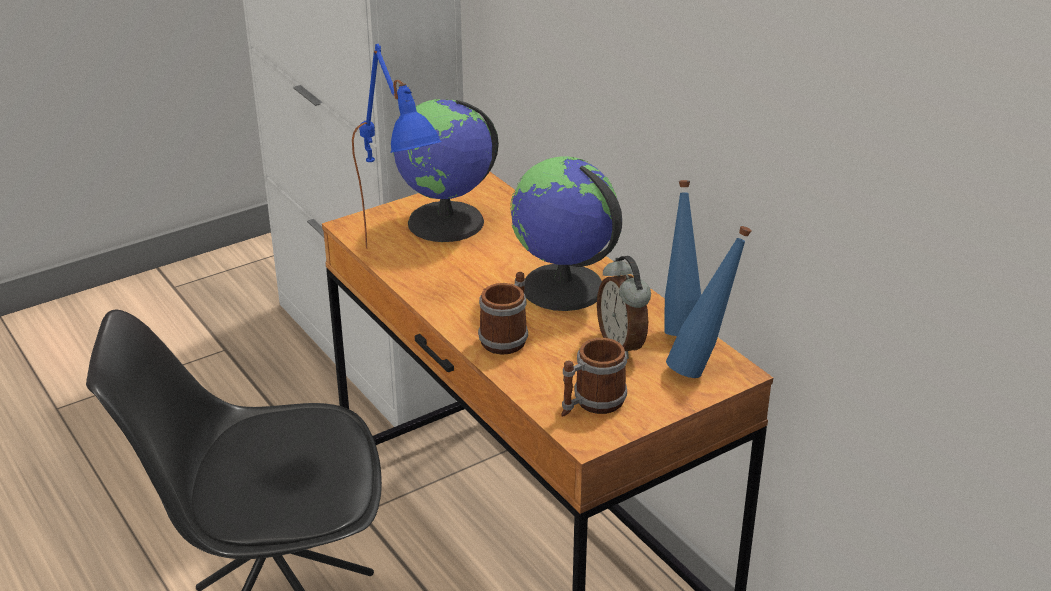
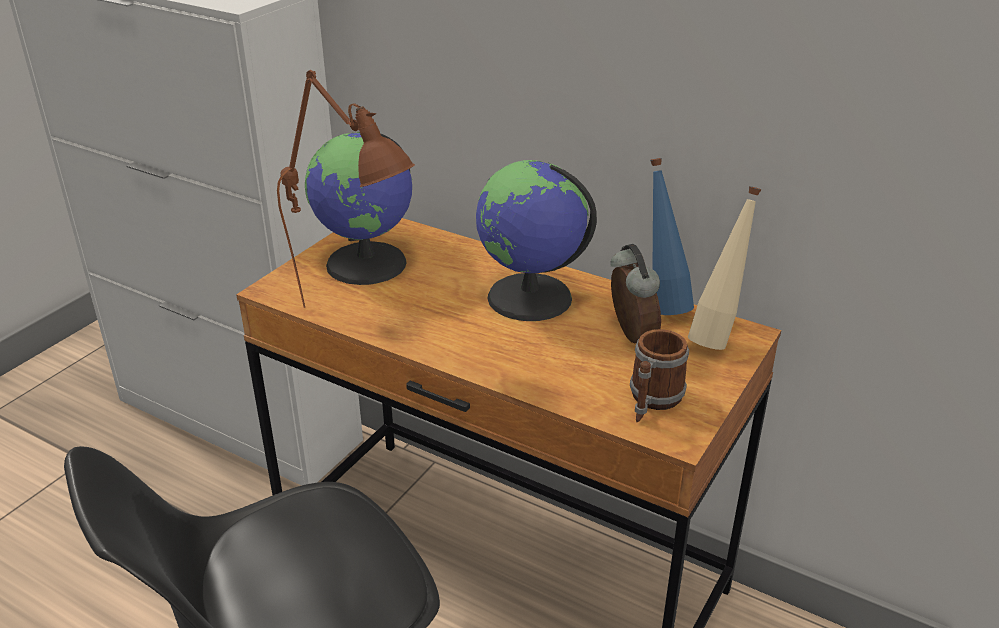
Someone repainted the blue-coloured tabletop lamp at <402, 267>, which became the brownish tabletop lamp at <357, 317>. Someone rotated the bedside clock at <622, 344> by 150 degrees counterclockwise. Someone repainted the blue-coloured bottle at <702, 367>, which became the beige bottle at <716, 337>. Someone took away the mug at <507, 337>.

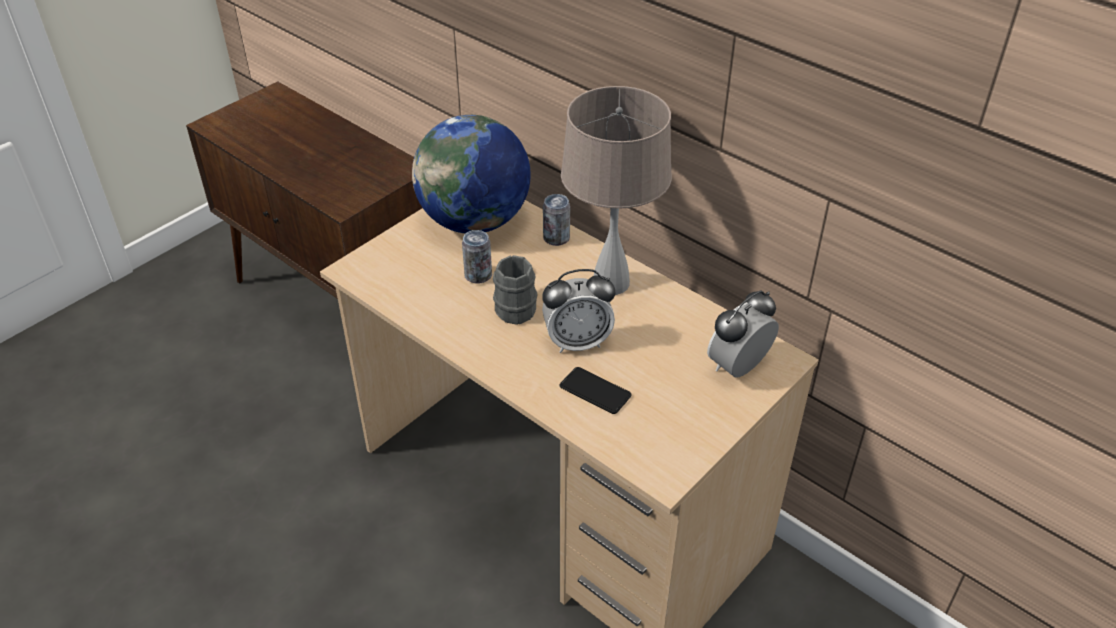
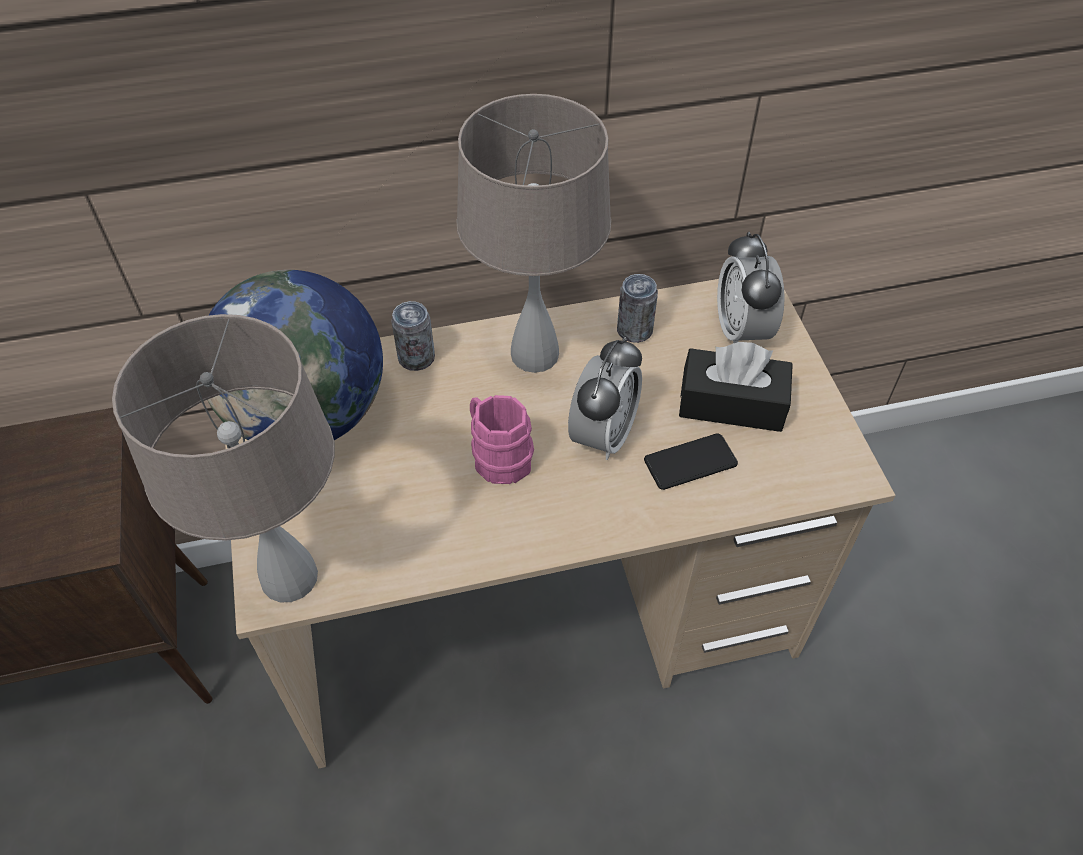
Someone put down the beige tabletop lamp at <289, 578>. Someone repainted the gray mug at <517, 305>, which became the pinkish mug at <497, 456>. Someone carried the can from <478, 275> to <634, 330>. Someone put down the blackish box of tissues at <731, 404>.

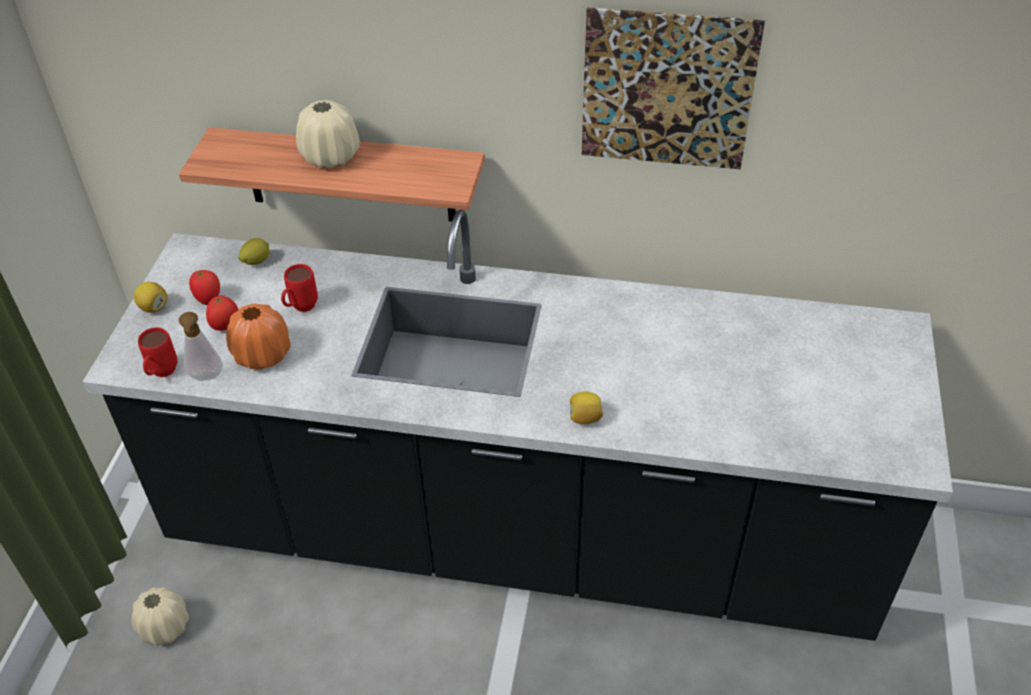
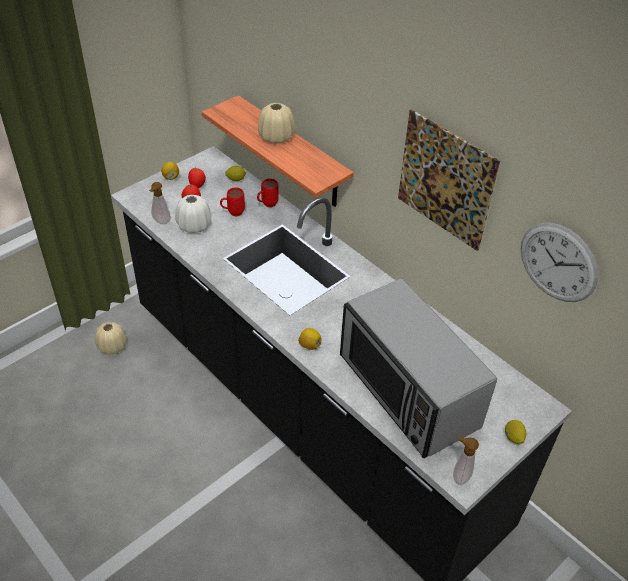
Someone repainted the orangey flower vase at <262, 355>, which became the white-coloured flower vase at <194, 225>. Someone carried the reddish mug from <161, 374> to <267, 205>. Someone put down the microwave at <407, 391>. Someone put down the liquid soap bottle at <459, 476>. Someone put down the whole lemon at <513, 438>. Someone put up the hanging clock at <558, 262>.

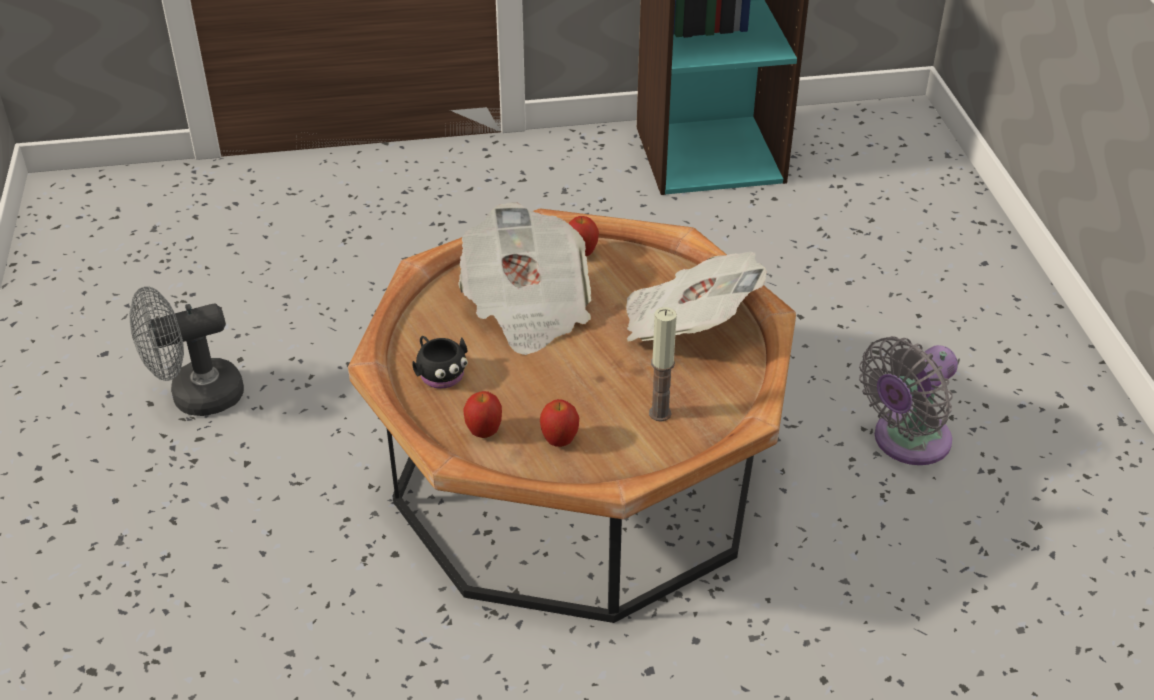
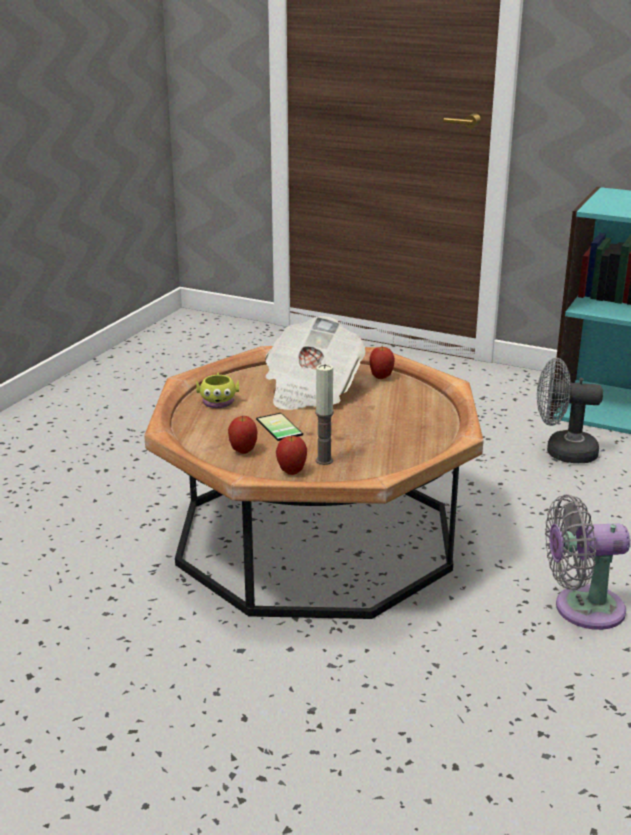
Someone repainted the blackish mug at <439, 373>, which became the yellow-coloured mug at <218, 401>. Someone put down the phone at <276, 427>. Someone carried the apple from <484, 432> to <291, 472>. Someone carried the gray cooling fan from <195, 397> to <562, 452>. Someone took away the daily paper at <687, 325>.

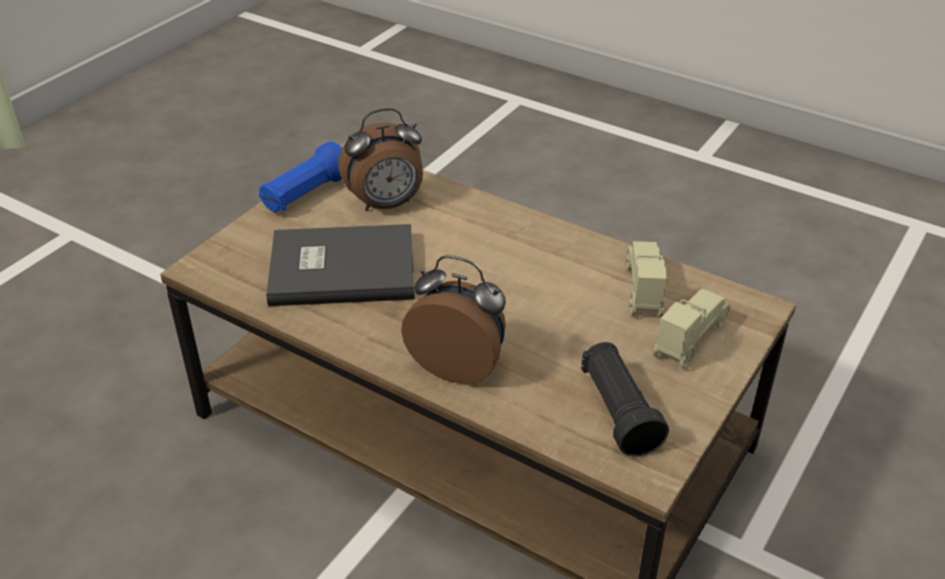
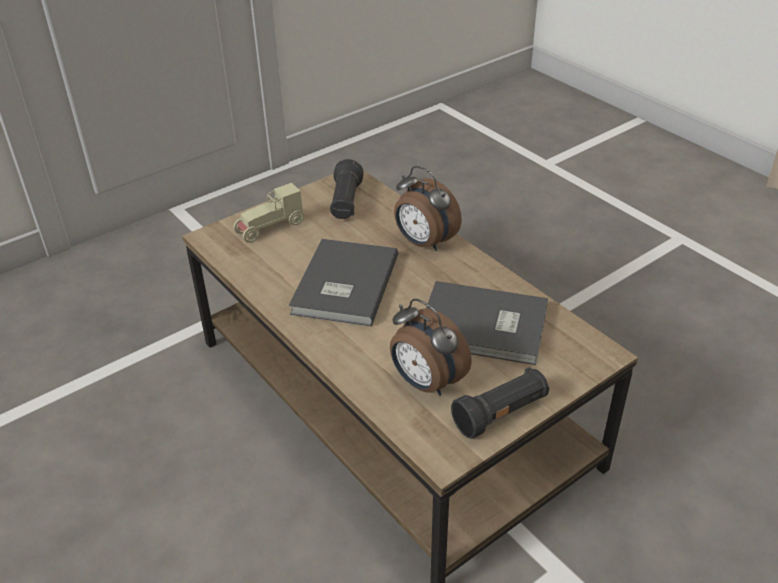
Someone put down the gray book at <342, 285>. Someone rotated the bedside clock at <386, 205> by 135 degrees counterclockwise. Someone repainted the blue-coloured flashlight at <305, 195>, which became the blackish flashlight at <501, 414>. Someone took away the beige miniature car at <642, 289>.

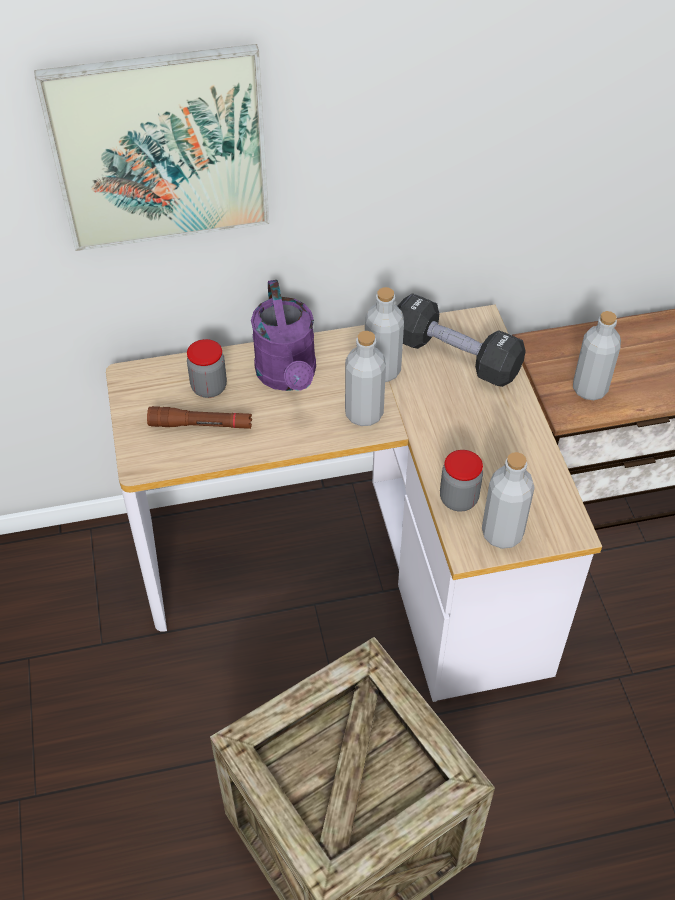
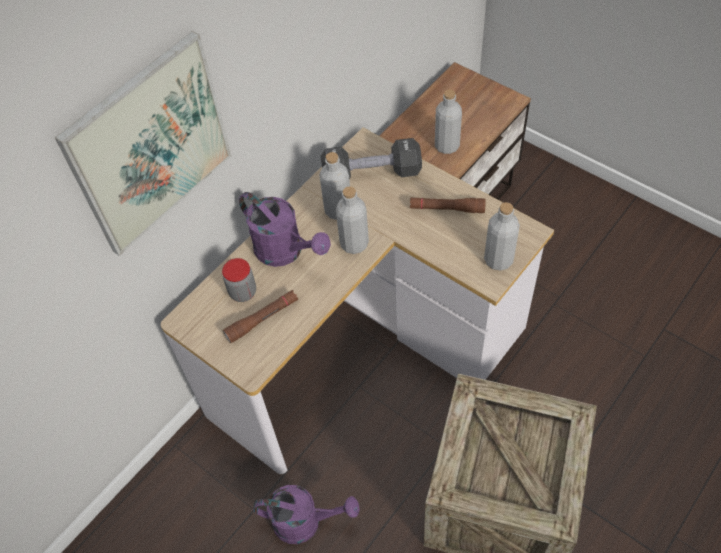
Someone put down the purple sprinkling can at <305, 522>. Someone put down the brownish flashlight at <447, 209>. Someone took away the jar at <458, 499>.

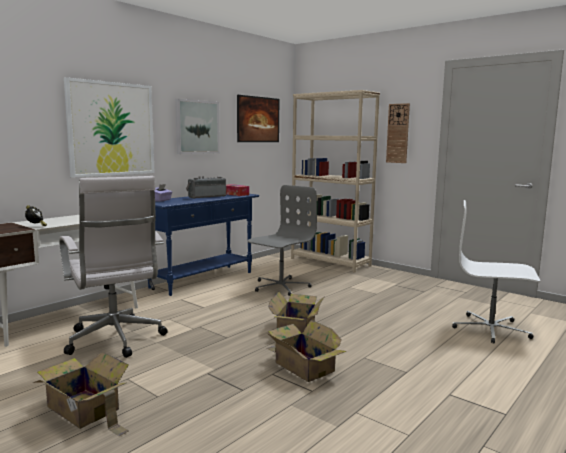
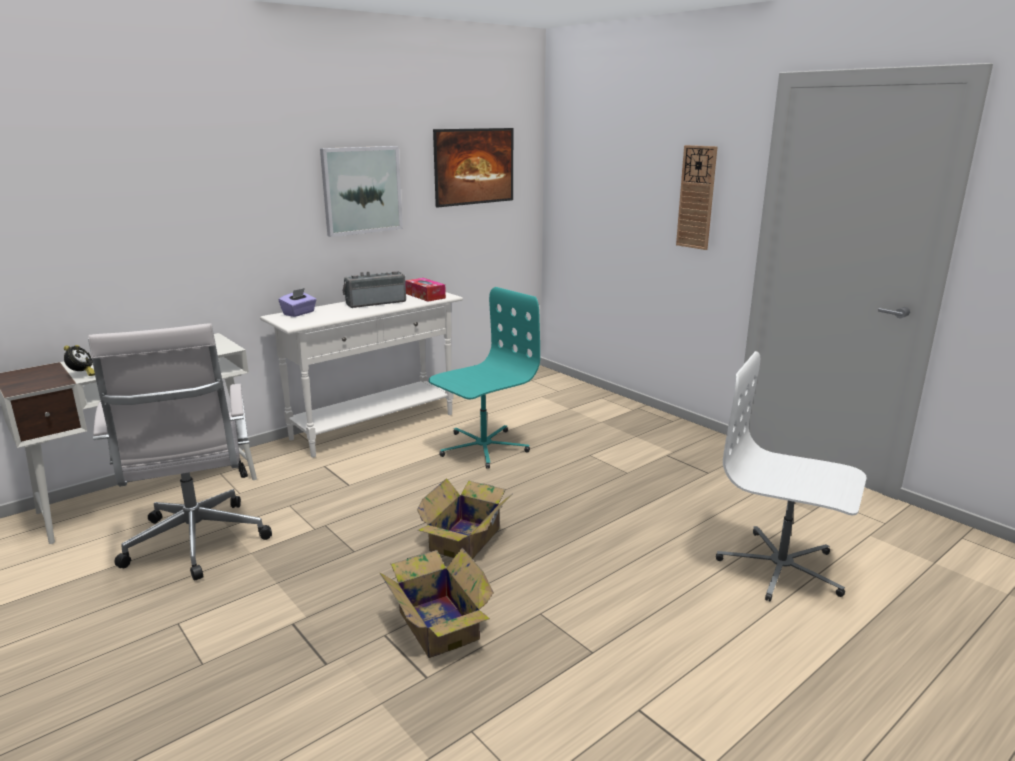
Someone repainted the blue-coloured console table at <203, 280>, which became the white-coloured console table at <374, 426>. Someone repainted the gray computer chair at <280, 286>, which became the turquoise-coloured computer chair at <483, 448>. Someone took away the packing box at <84, 410>. Someone took away the picture at <111, 129>. Someone took away the beige bookshelf at <330, 262>.

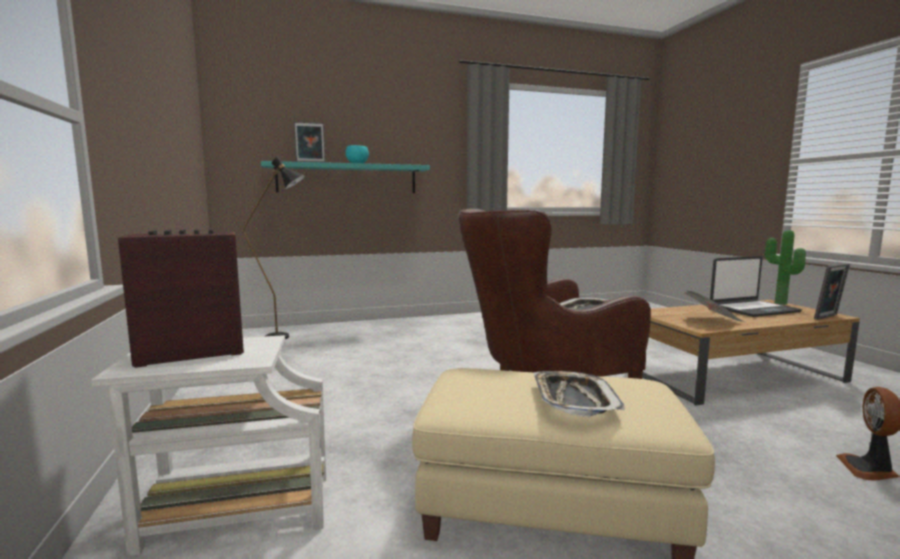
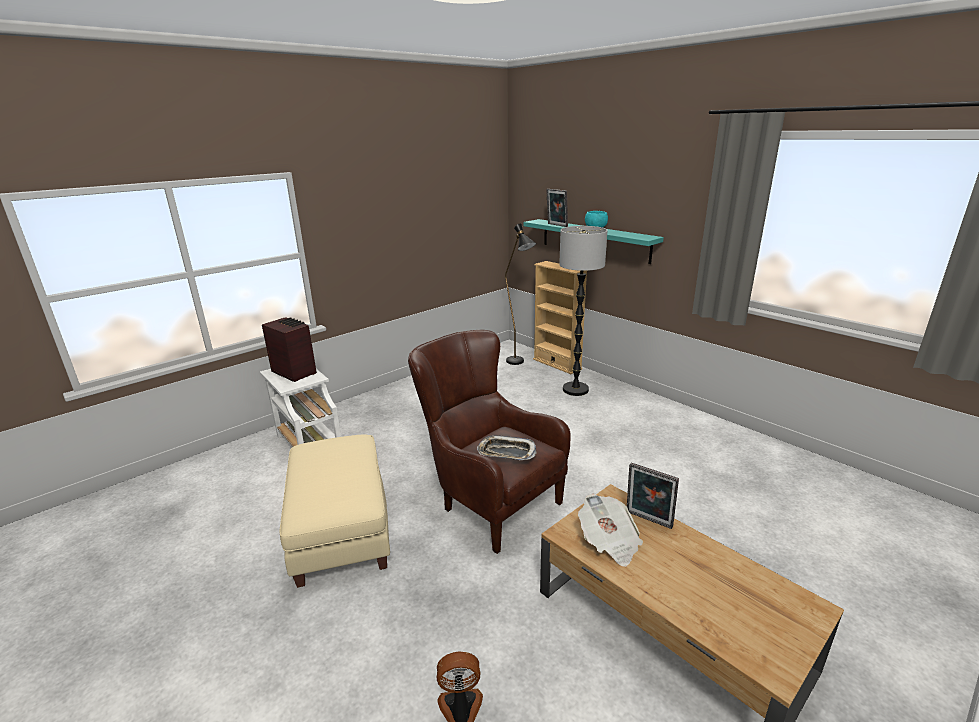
Someone put down the beige bookshelf at <557, 364>. Someone put down the floor lamp at <575, 389>. Someone carried the photo frame from <828, 317> to <648, 521>. Someone took away the serving tray at <574, 399>. Someone took away the notebook computer at <753, 309>. Someone took away the houseplant at <779, 303>.

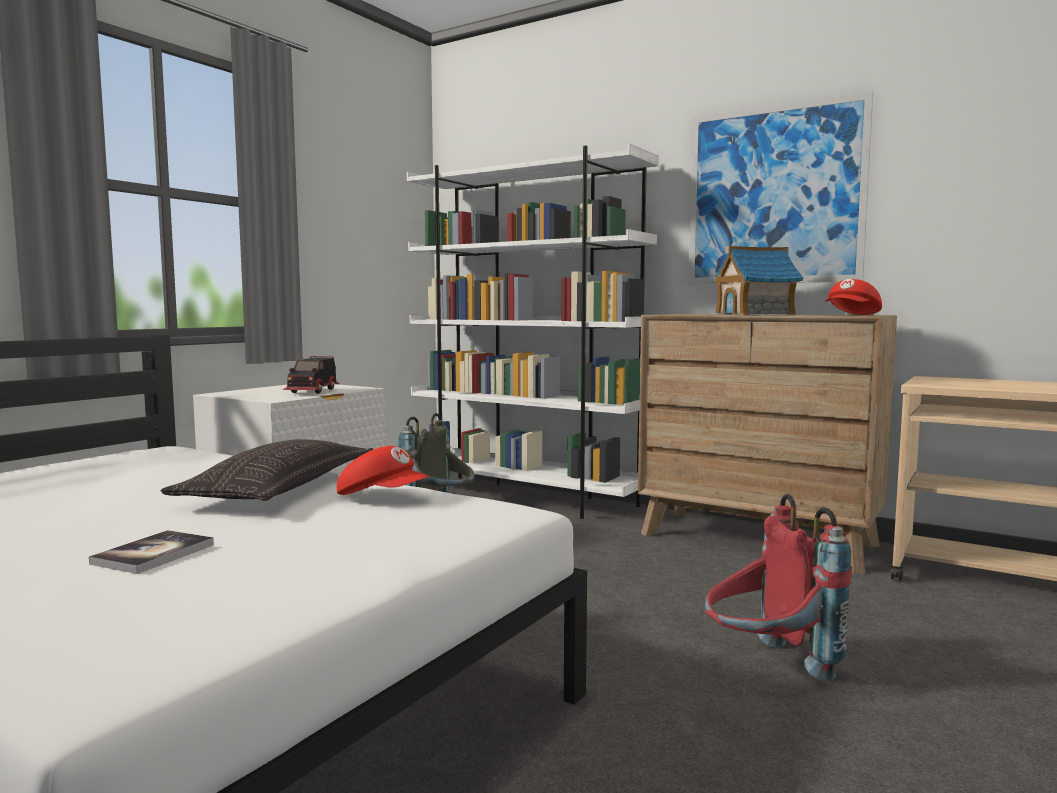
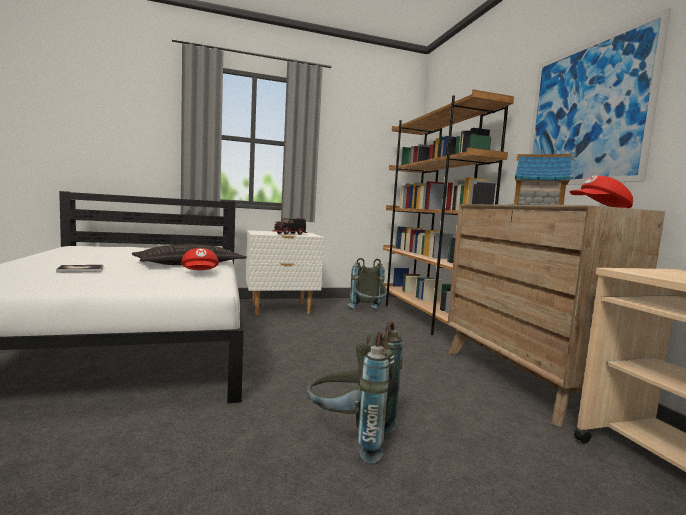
Someone repainted the reddish rucksack at <767, 667>, which became the gray rucksack at <350, 437>. Someone repainted the white-coloured bookshelf at <526, 498>, which became the brownish bookshelf at <425, 318>.

